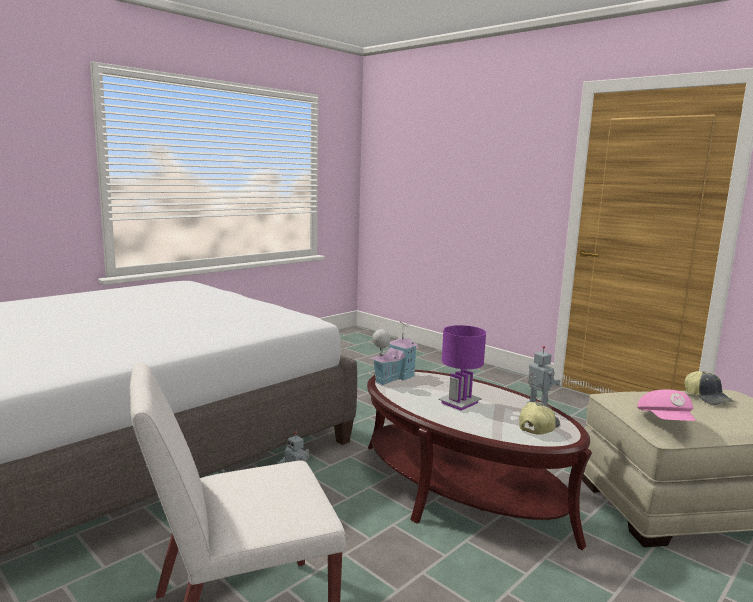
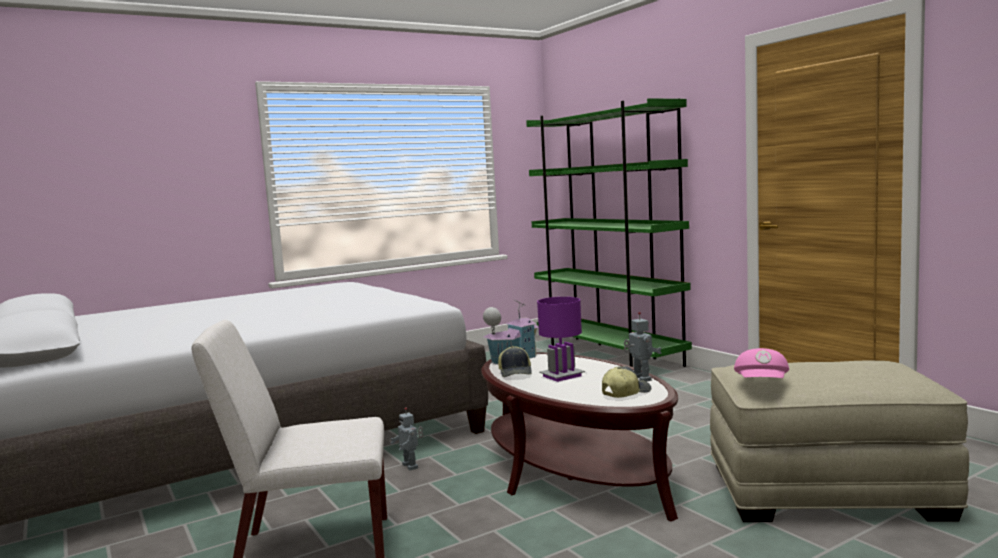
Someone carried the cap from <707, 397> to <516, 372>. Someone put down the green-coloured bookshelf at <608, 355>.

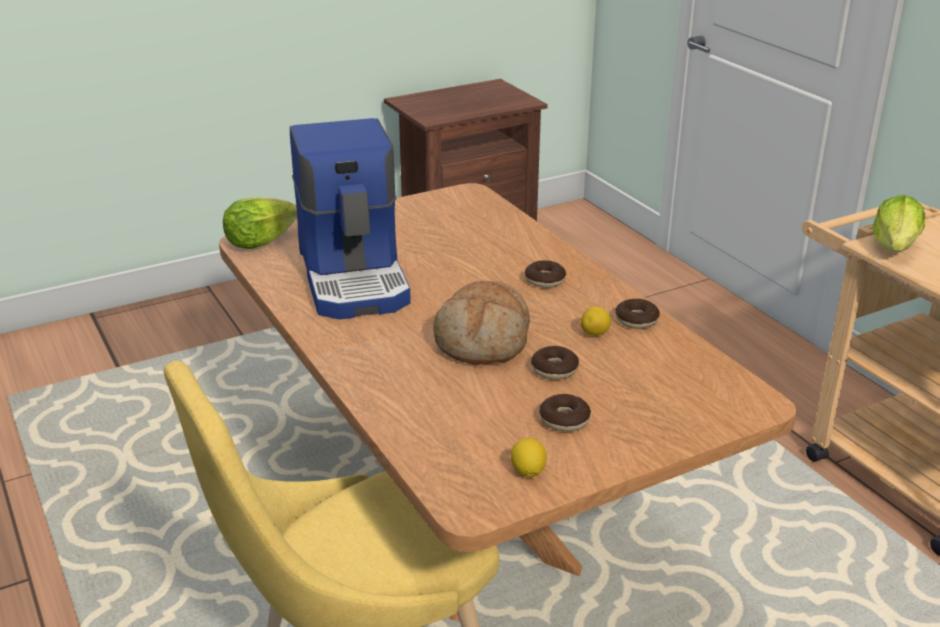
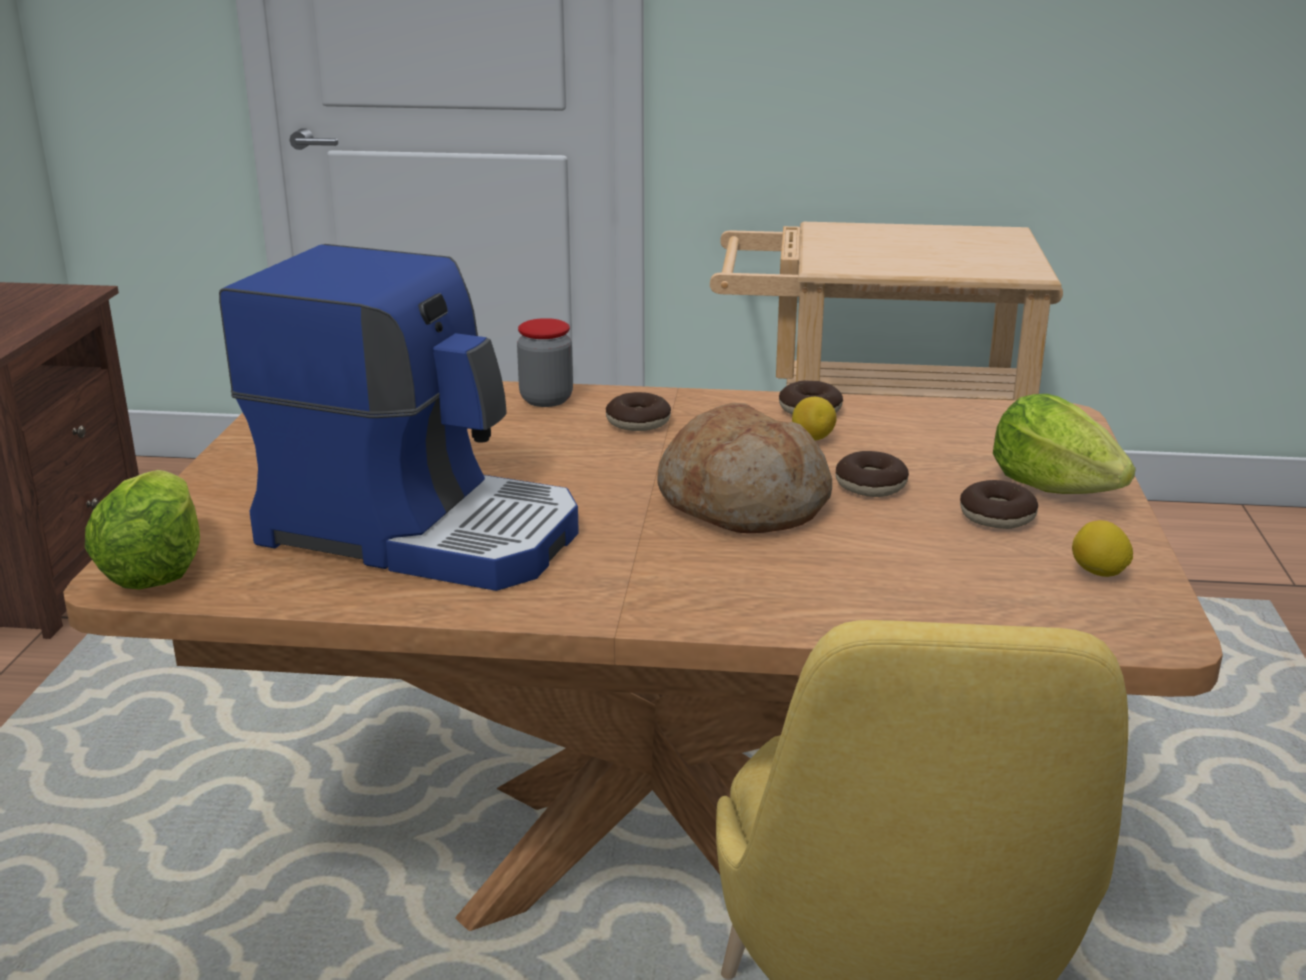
Someone put down the jar at <546, 399>. Someone carried the head of lettuce from <895, 248> to <1053, 487>.

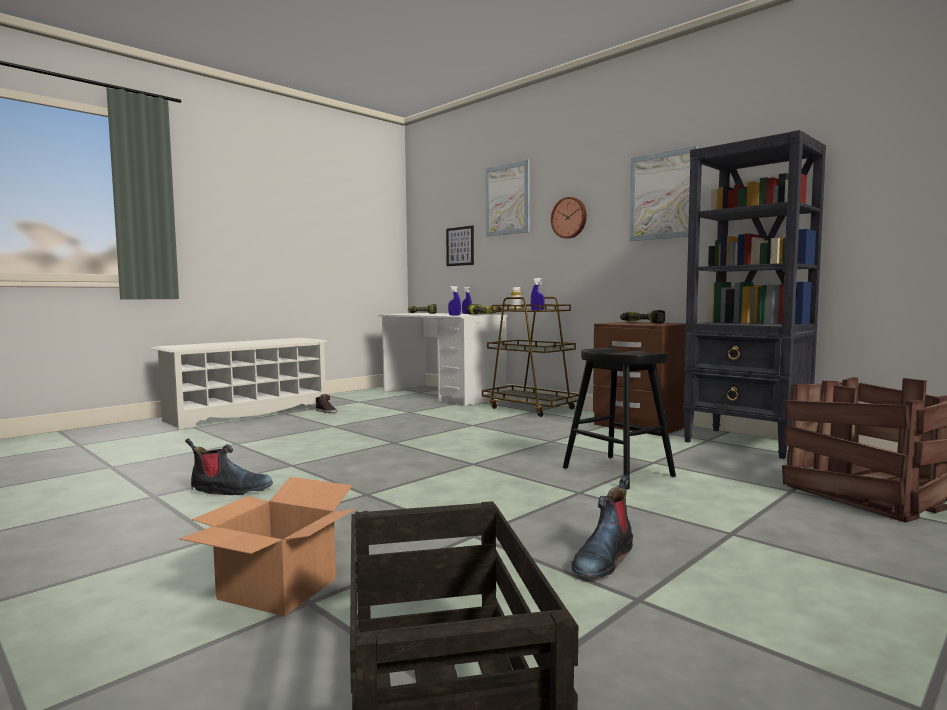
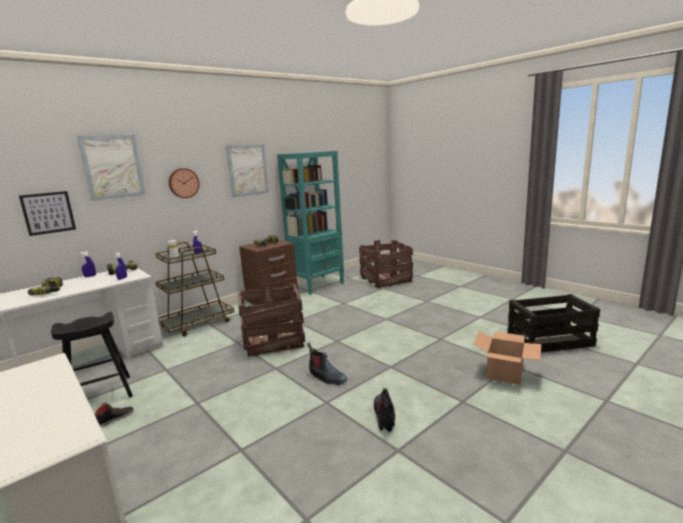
Someone carried the blackish sitting stool from <618, 472> to <100, 395>. Someone put down the packing crate at <273, 339>. Someone repainted the blackish bookshelf at <747, 443>, which became the turquoise-coloured bookshelf at <317, 285>. Someone carried the high-top boot from <603, 559> to <326, 377>.

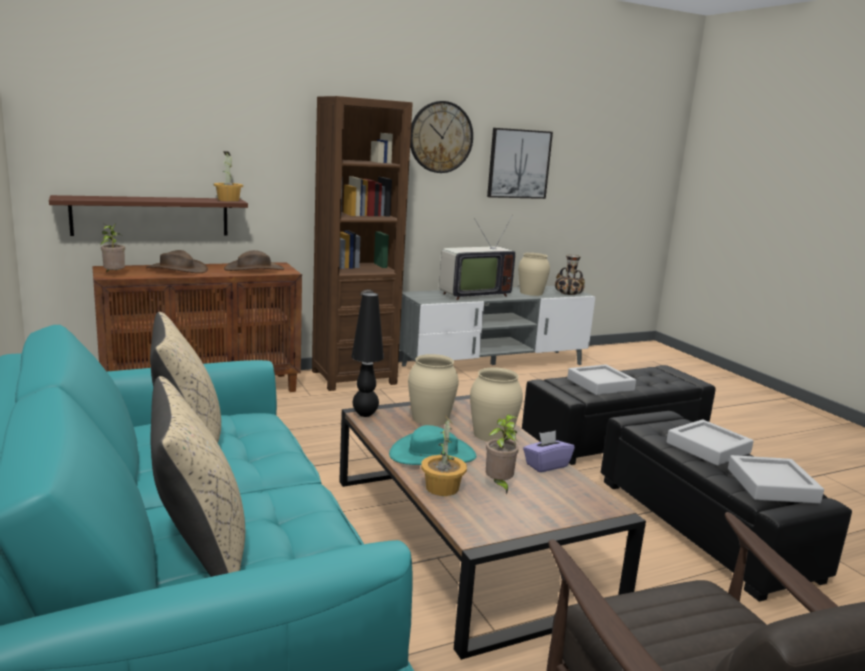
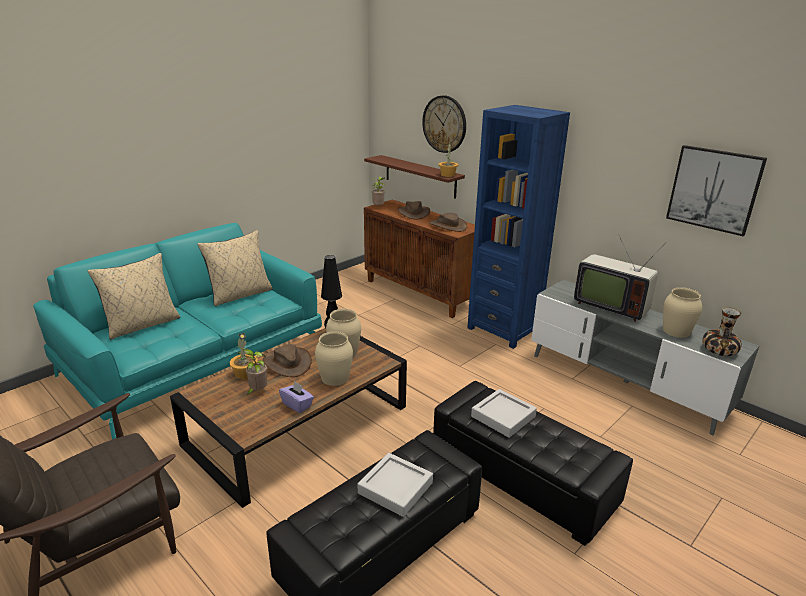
Someone repainted the turquoise-coloured wearable hat at <432, 455>, which became the brownish wearable hat at <287, 363>. Someone carried the hanging clock from <440, 137> to <444, 124>. Someone repainted the brownish bookshelf at <353, 377>, which became the blue-coloured bookshelf at <503, 330>. Someone took away the gray serving tray at <772, 485>.

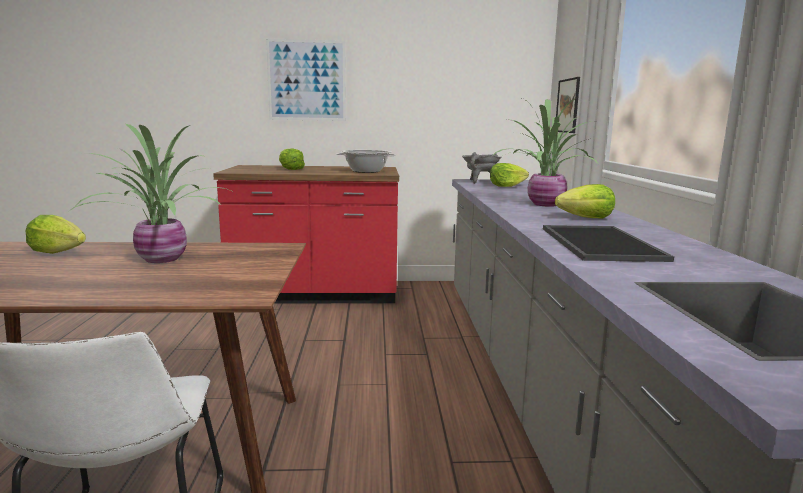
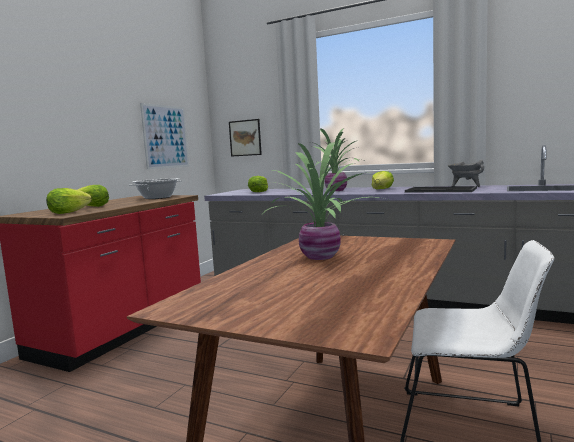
Someone carried the head of lettuce from <58, 252> to <68, 213>. Someone carried the picture from <307, 80> to <165, 137>. Someone carried the gray saucepot from <479, 182> to <465, 186>.

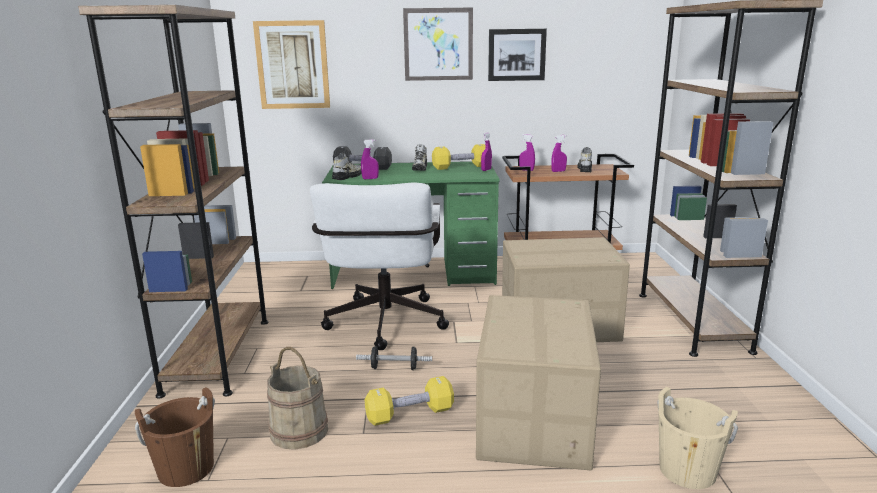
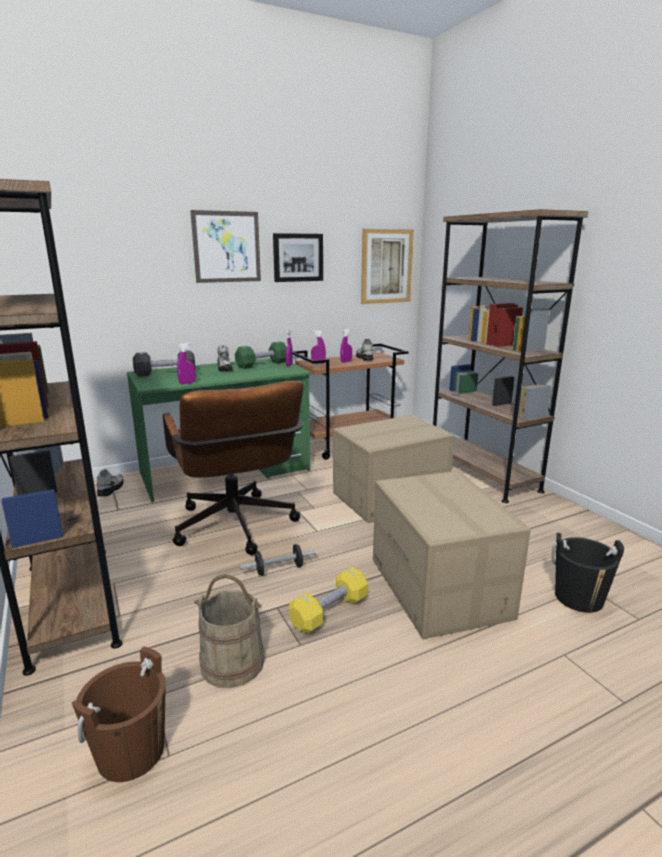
Someone carried the low shoe from <347, 176> to <111, 489>. Someone repainted the white-coloured computer chair at <384, 326>, which became the brownish computer chair at <237, 530>. Someone repainted the yellow-coloured dumbbell at <461, 167>, which became the green-coloured dumbbell at <262, 364>. Someone carried the picture from <292, 65> to <386, 266>. Someone repainted the beige pail at <687, 471>, which became the blackish pail at <579, 598>.

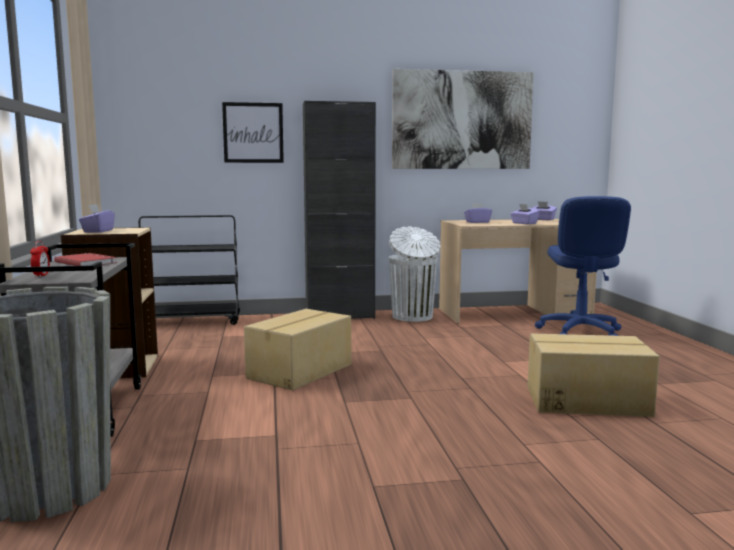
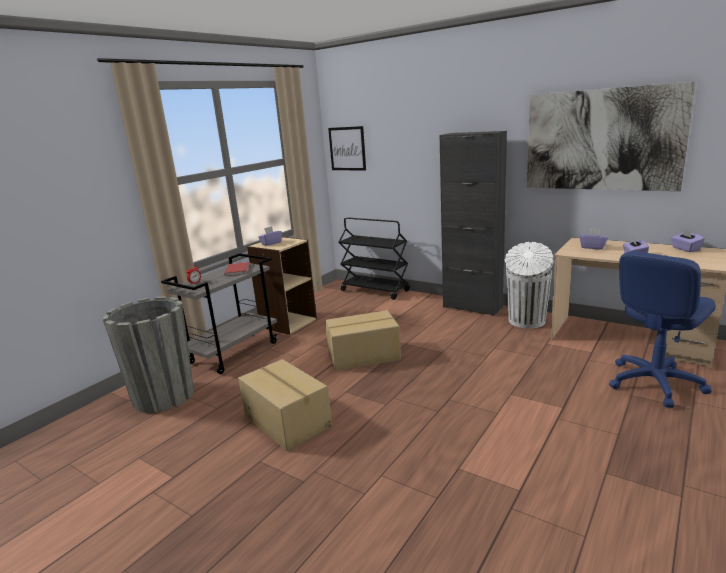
Someone carried the packing box from <586, 401> to <288, 420>. Someone carried the picture from <253, 133> to <347, 148>.

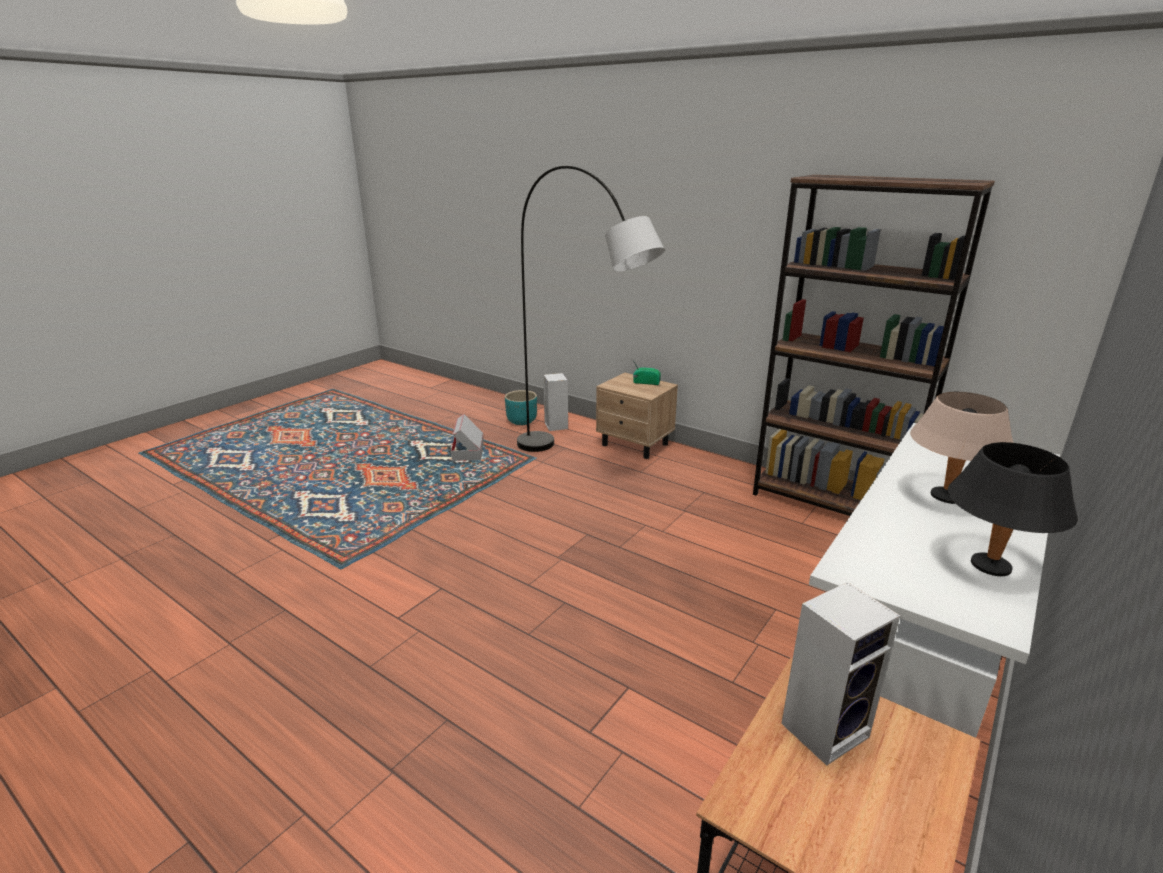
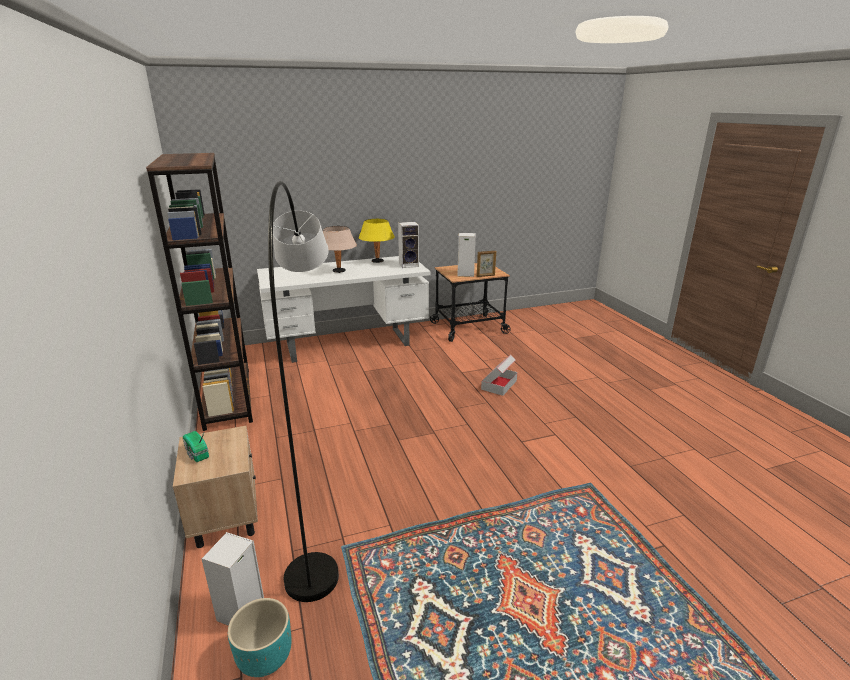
Someone repainted the blackish tabletop lamp at <989, 567>, which became the yellow-coloured tabletop lamp at <377, 261>. Someone put down the loudspeaker at <409, 265>. Someone put down the photo frame at <486, 276>. Someone carried the packing box from <468, 452> to <499, 385>.

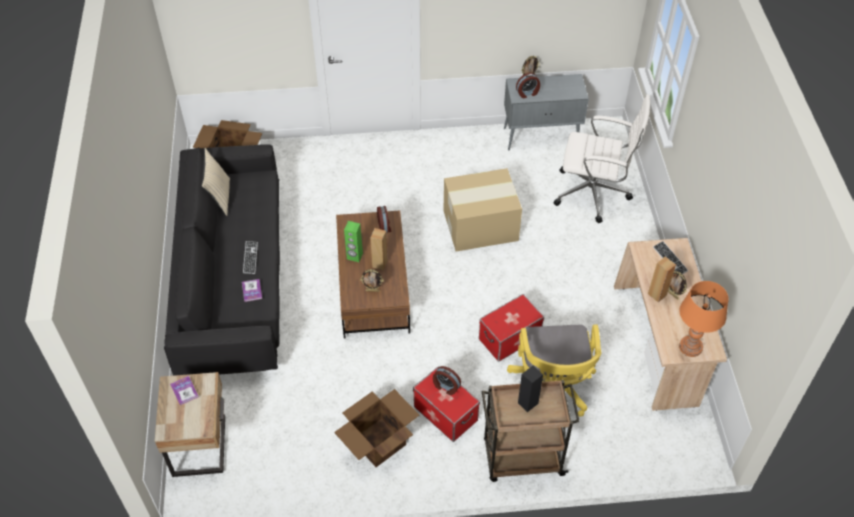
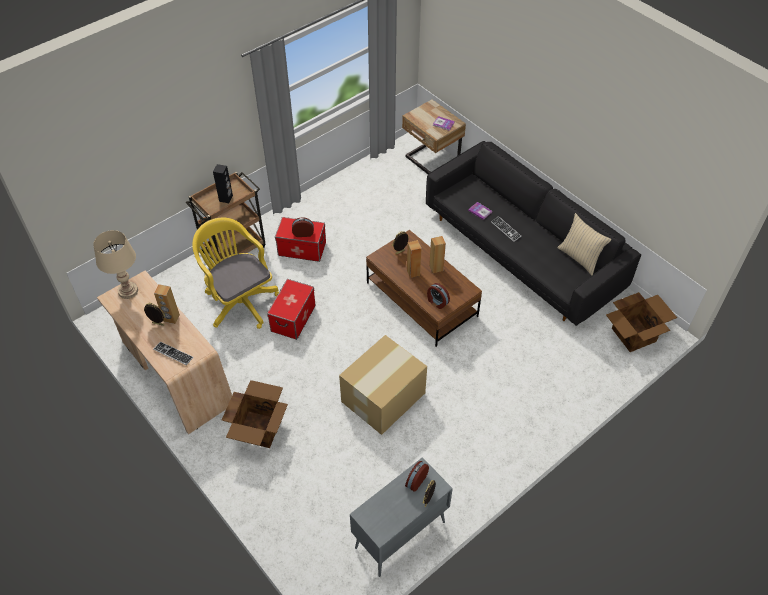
Someone repainted the orangey tabletop lamp at <690, 347>, which became the beige tabletop lamp at <128, 291>. Someone carried the packing box from <377, 442> to <259, 429>. Someone repainted the green-coloured loudspeaker at <354, 256>, which became the brownish loudspeaker at <436, 268>. Someone took away the white-coloured computer chair at <594, 193>.

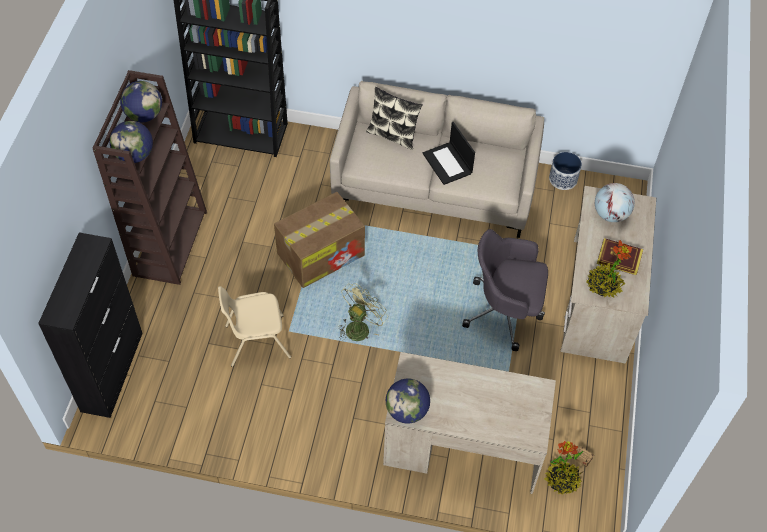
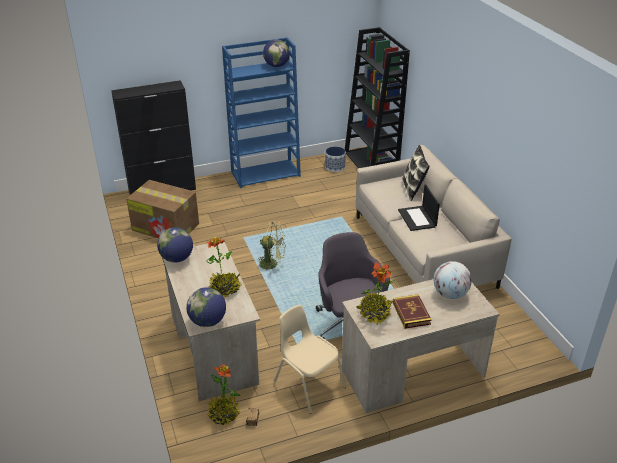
Someone carried the packing box from <321, 253> to <166, 227>. Someone carried the globe from <135, 155> to <208, 321>. Someone put down the houseplant at <225, 289>. Someone repainted the brownish bookshelf at <169, 242>, which became the blue-coloured bookshelf at <266, 173>. Someone carried the beige upright chair from <256, 340> to <308, 384>. Someone carried the plant pot from <563, 179> to <335, 167>. Someone rotated the notebook computer at <448, 163> by 45 degrees counterclockwise.

